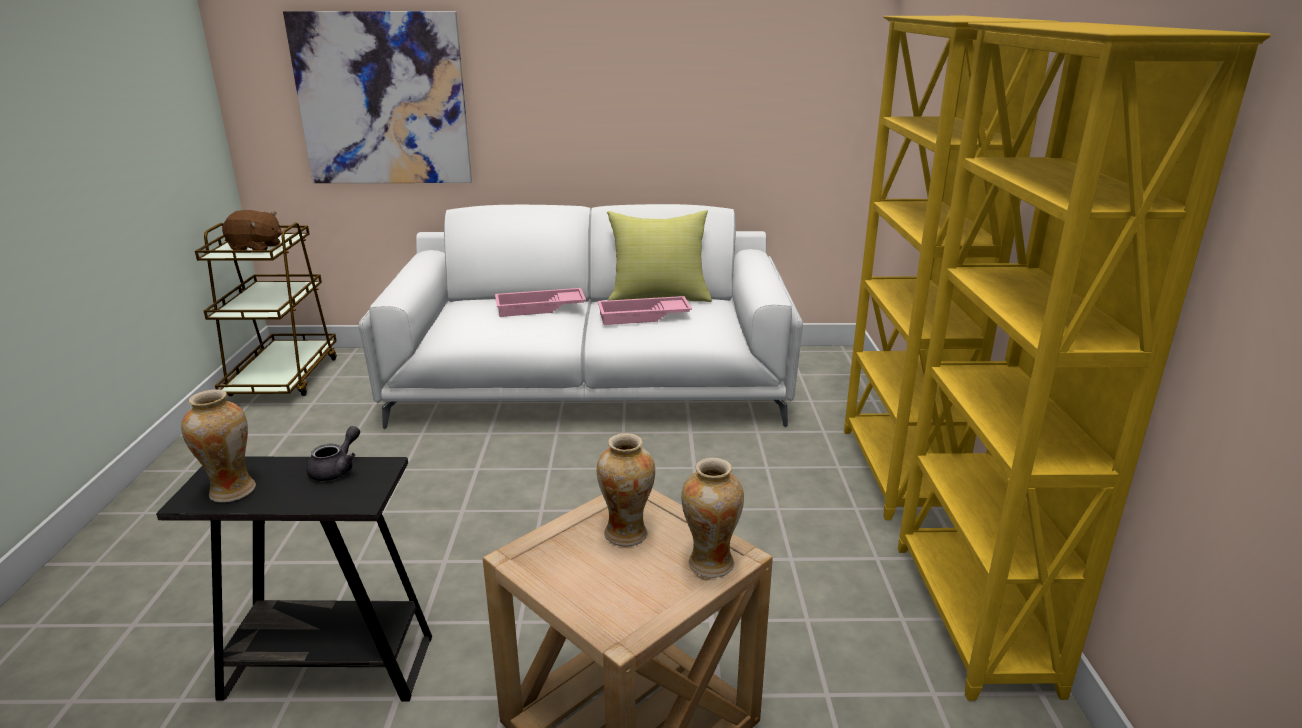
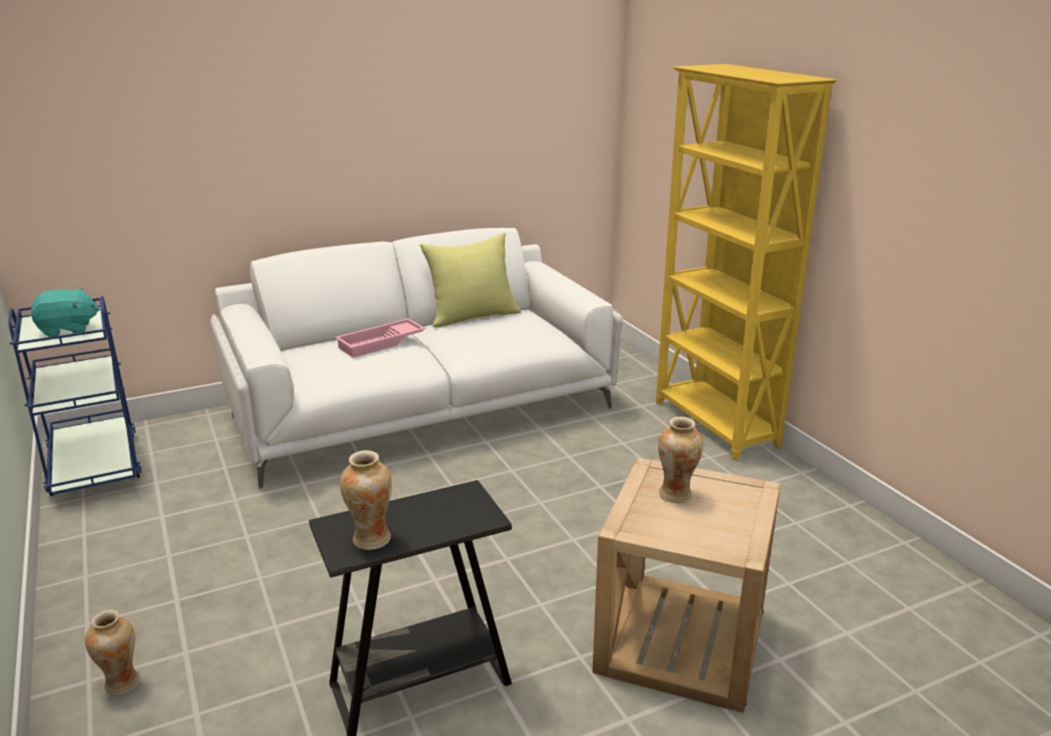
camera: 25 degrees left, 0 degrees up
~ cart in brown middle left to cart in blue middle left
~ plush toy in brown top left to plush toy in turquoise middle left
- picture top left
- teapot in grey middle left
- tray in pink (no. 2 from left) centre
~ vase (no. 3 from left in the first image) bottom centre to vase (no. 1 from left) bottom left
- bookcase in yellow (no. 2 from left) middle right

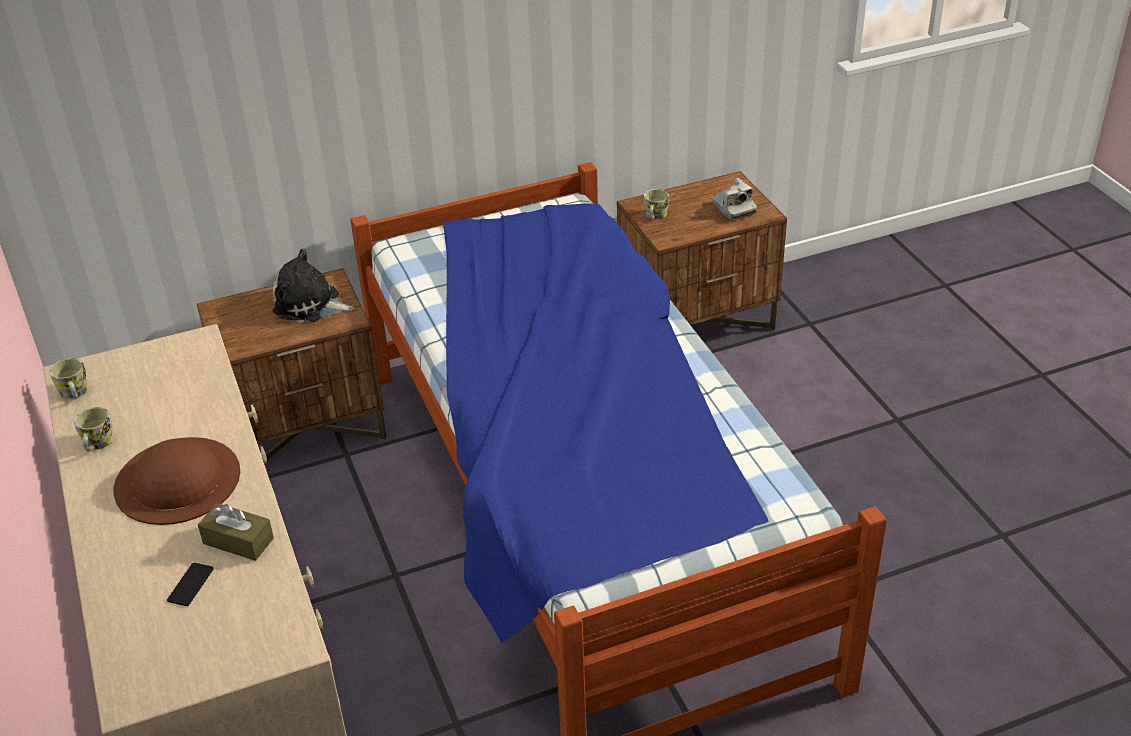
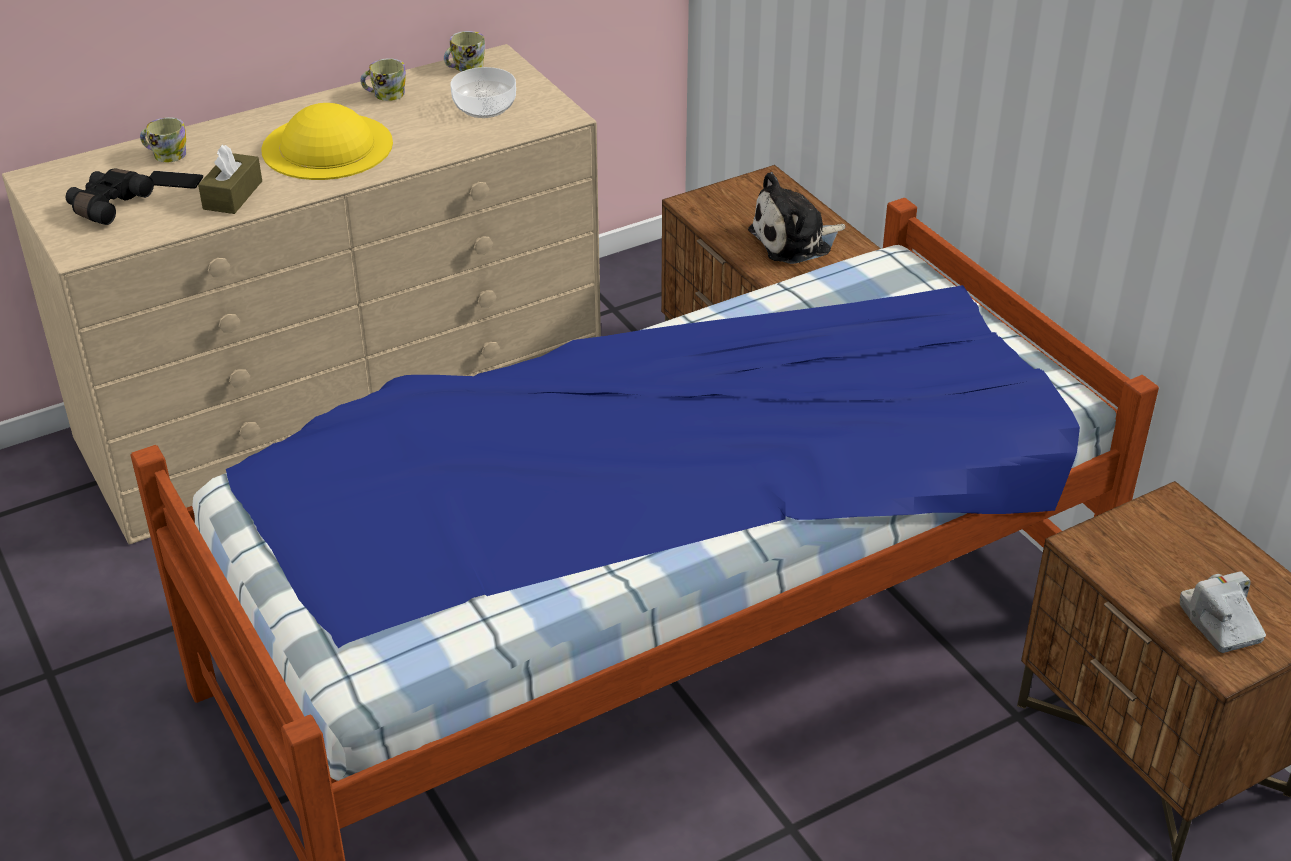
camera: 80 degrees right, 0 degrees up
~ hat in brown middle left to hat in yellow top left
~ plush toy middle left = top centre 120 degrees counterclockwise
~ mug (no. 3 from left in the first image) top centre to mug (no. 1 from left) top left
~ photo camera top centre = bottom right 105 degrees clockwise
+ binoculars in black top left
+ bowl top centre

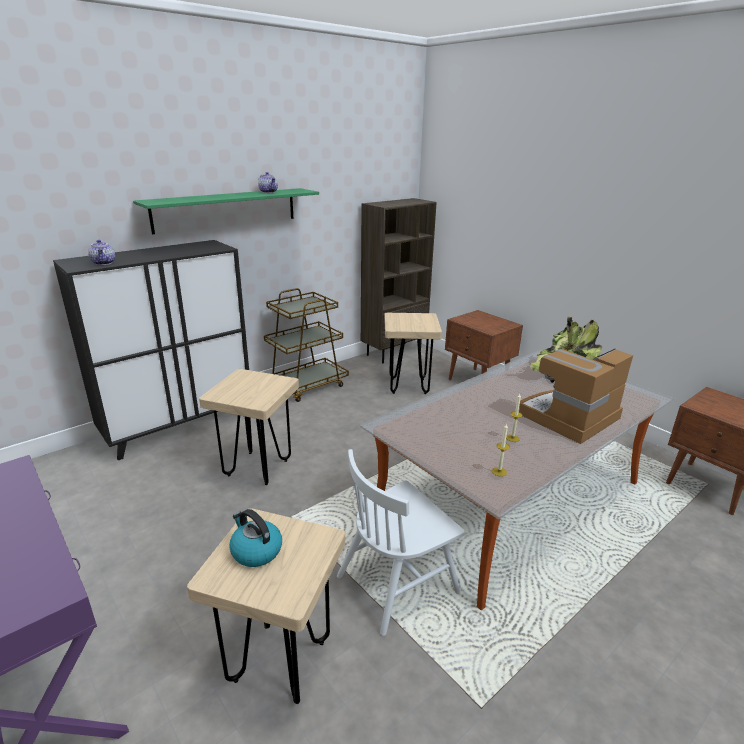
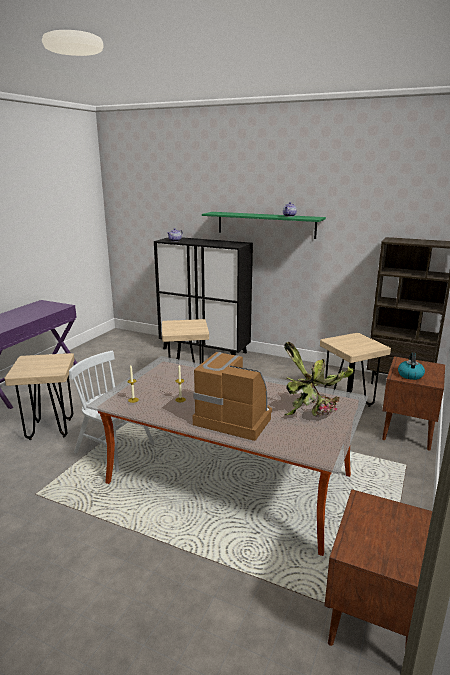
camera: 65 degrees right, 5 degrees down
~ kettle bottom centre to middle right
- cart in brown centre

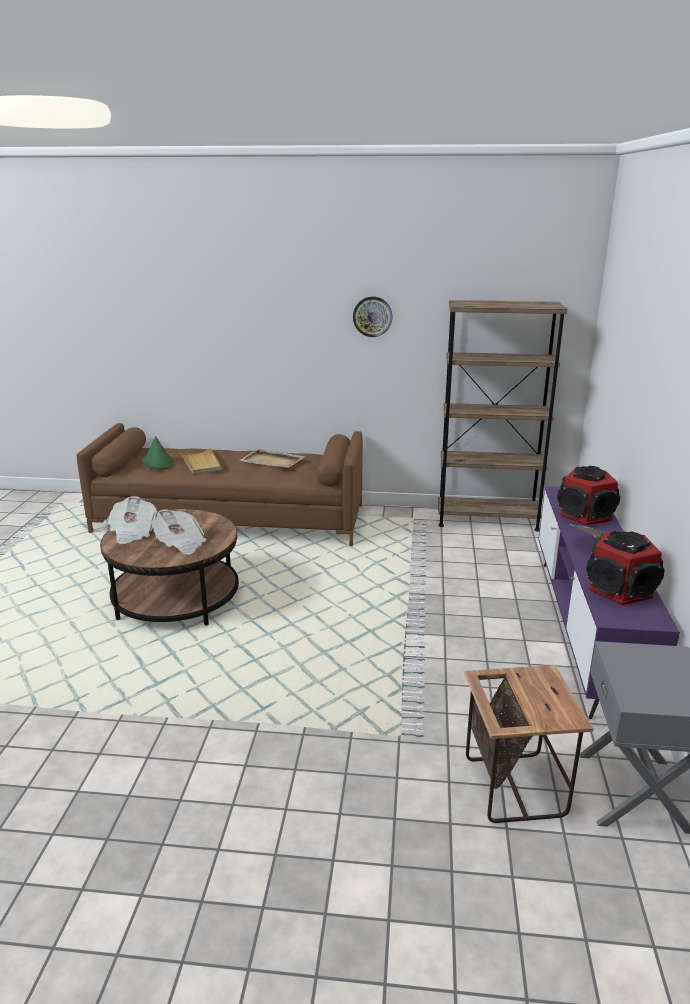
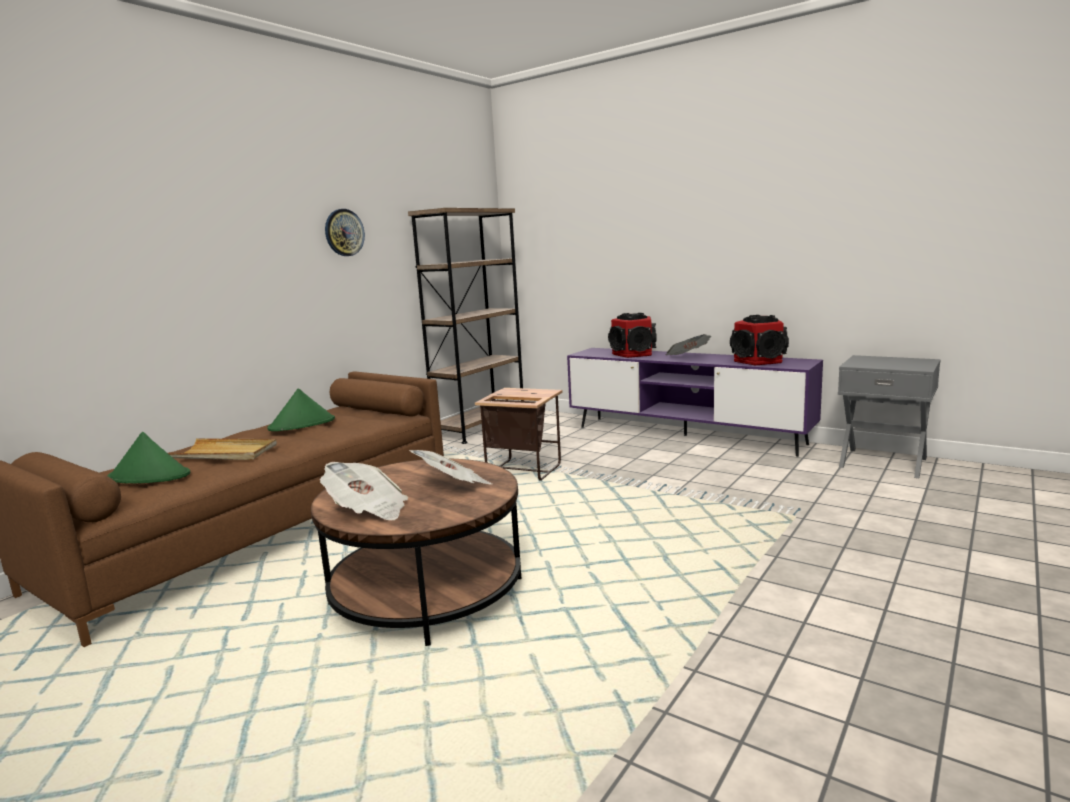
camera: 60 degrees left, 10 degrees down
~ tray in beige (no. 2 from left) centre to hat in green (no. 2 from left) middle left
~ side table bottom right to centre

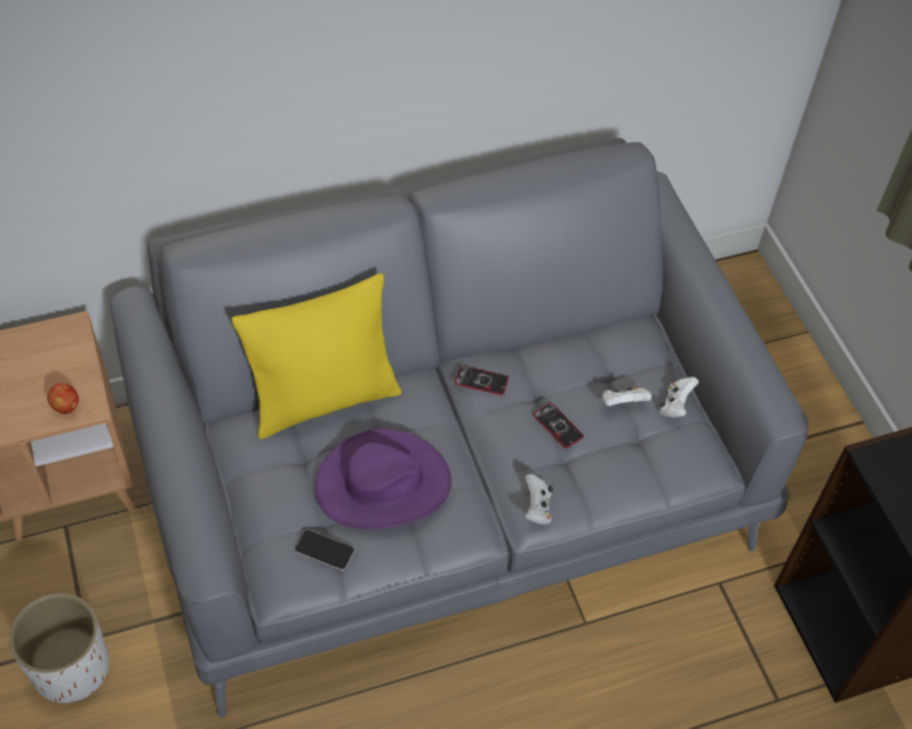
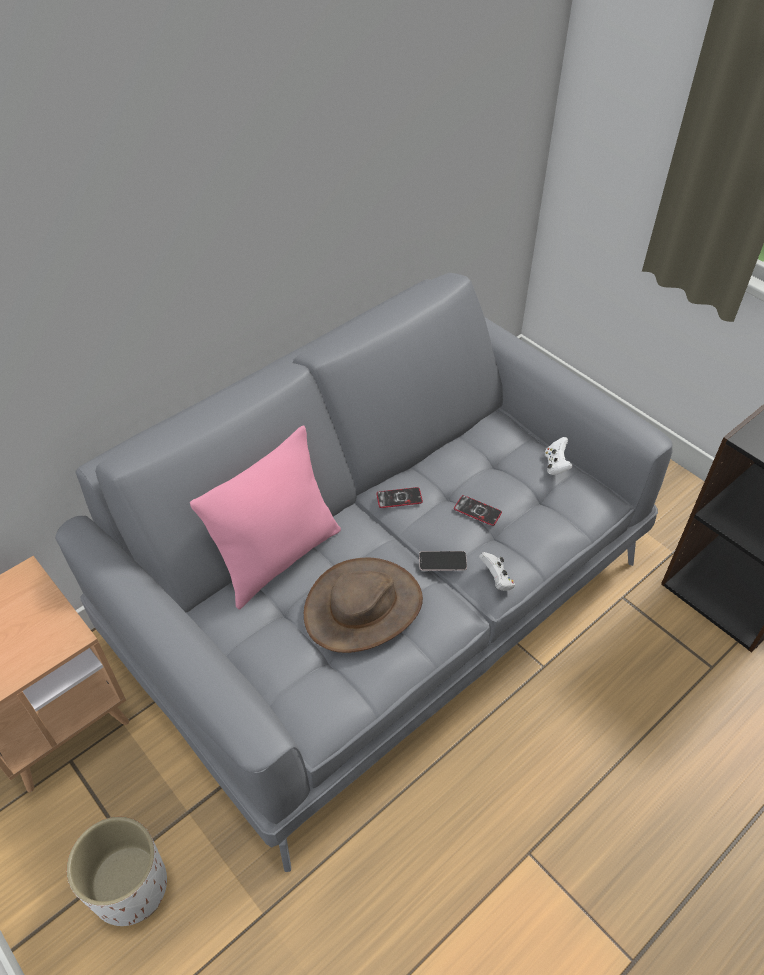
camera: 20 degrees left, 5 degrees down
- apple middle left
~ pillow in yellow centre to pillow in pink centre
~ phone (no. 1 from left in the first image) bottom centre to phone (no. 2 from left) centre
~ hat in purple centre to hat in brown centre
- game controller in white (no. 2 from left) middle right

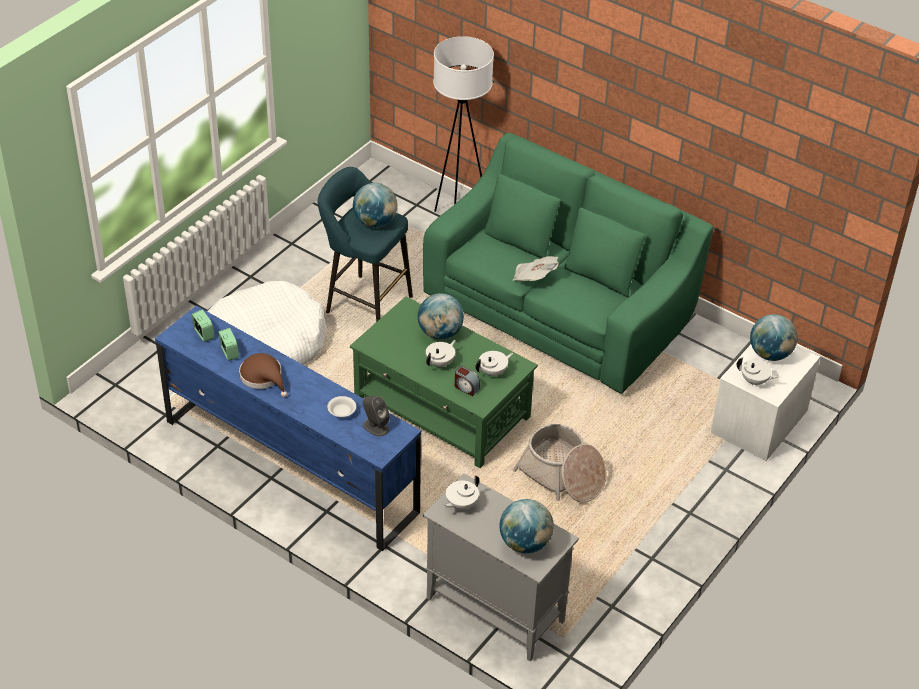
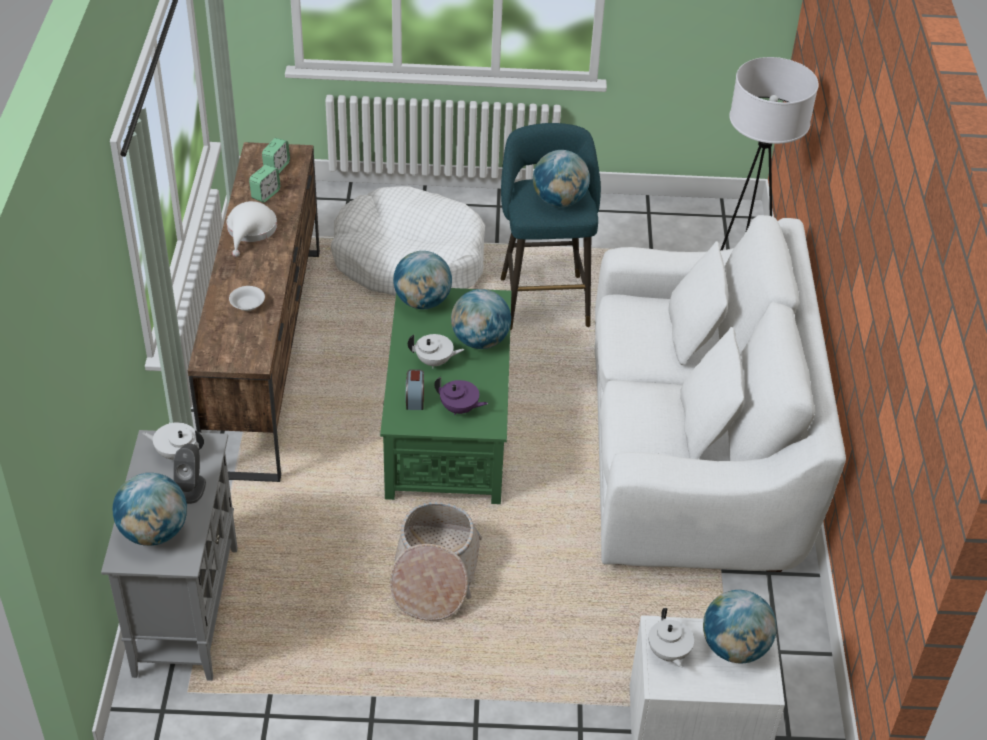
camera: 55 degrees right, 0 degrees up
~ tv stand in blue middle left to tv stand in brown middle left
~ hat in brown middle left to hat in white top left
~ speaker in grey centre to middle left
~ sofa in green centre to sofa in white middle right
~ teapot in white (no. 3 from left) centre to teapot in purple centre
- newspaper centre
+ globe (no. 2 from left) centre

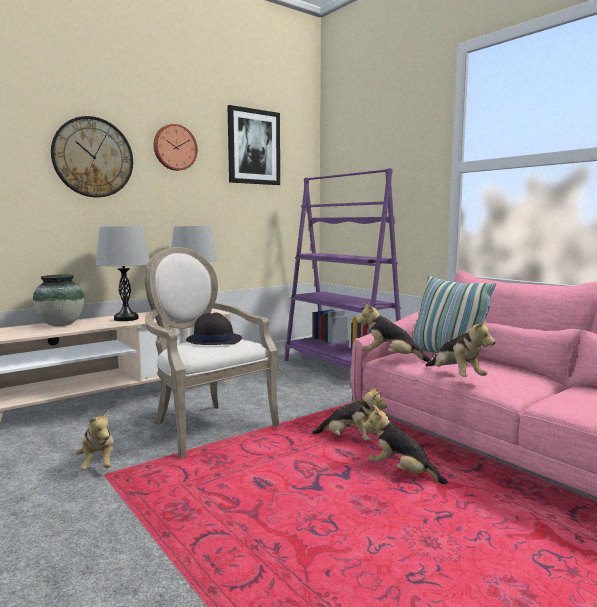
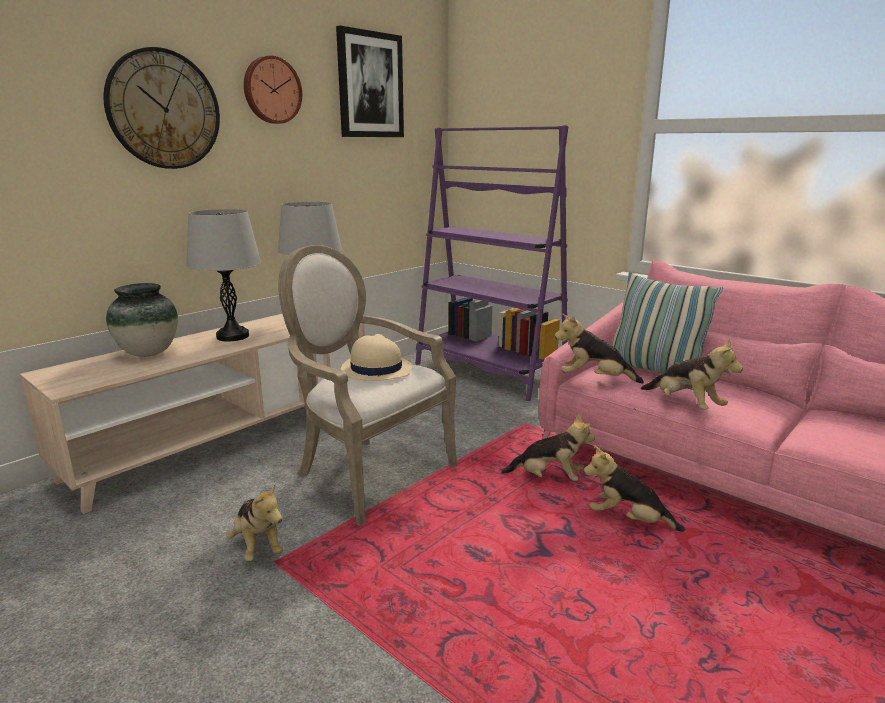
camera: 10 degrees left, 10 degrees up
~ hat in black centre to hat in beige centre

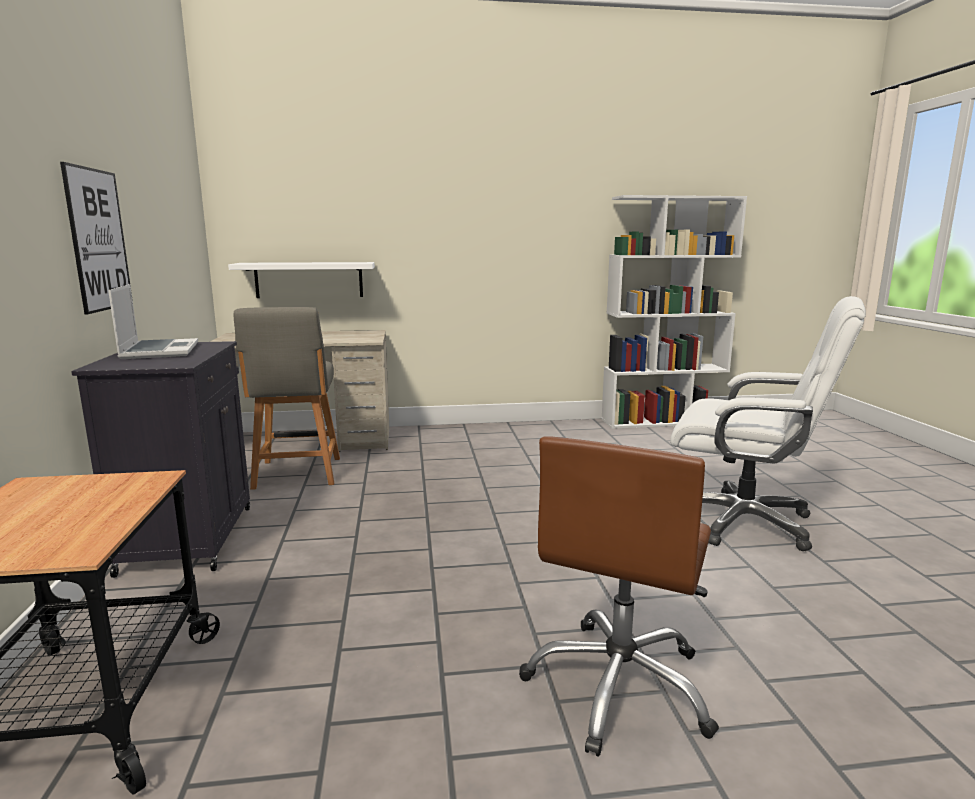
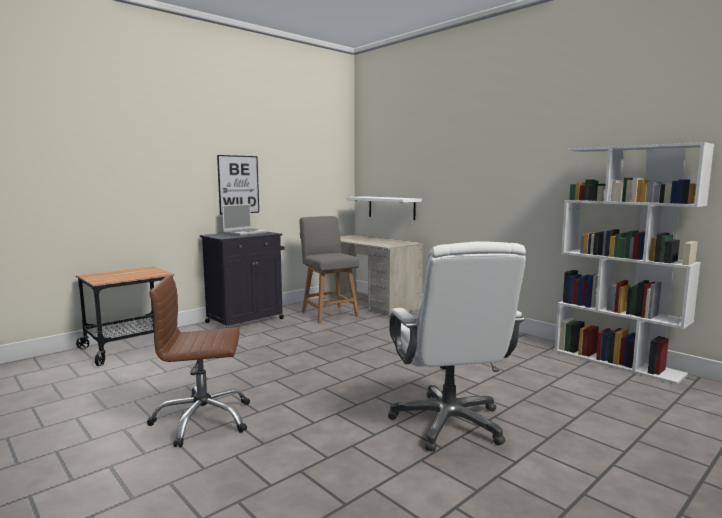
camera: 55 degrees right, 5 degrees down
~ chair in grey middle left = centre 105 degrees clockwise

